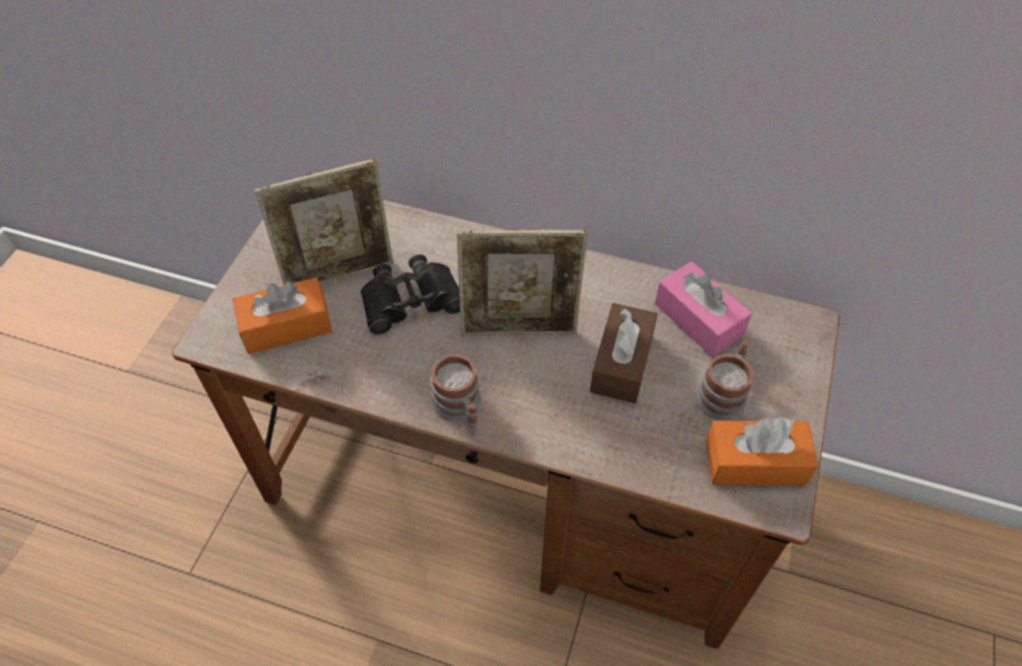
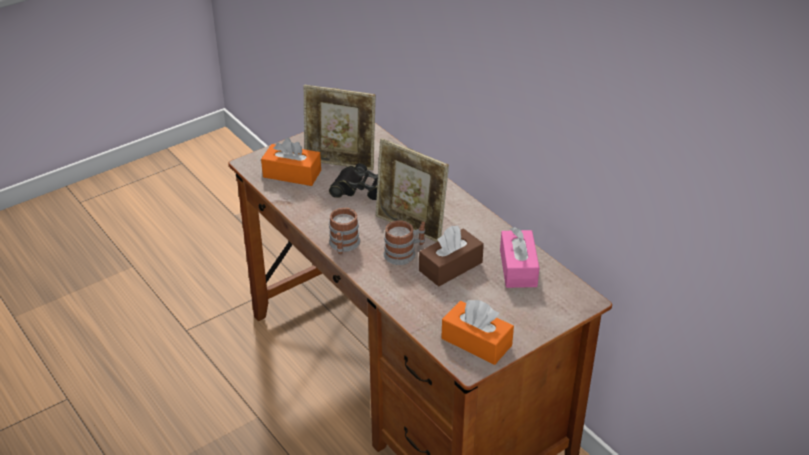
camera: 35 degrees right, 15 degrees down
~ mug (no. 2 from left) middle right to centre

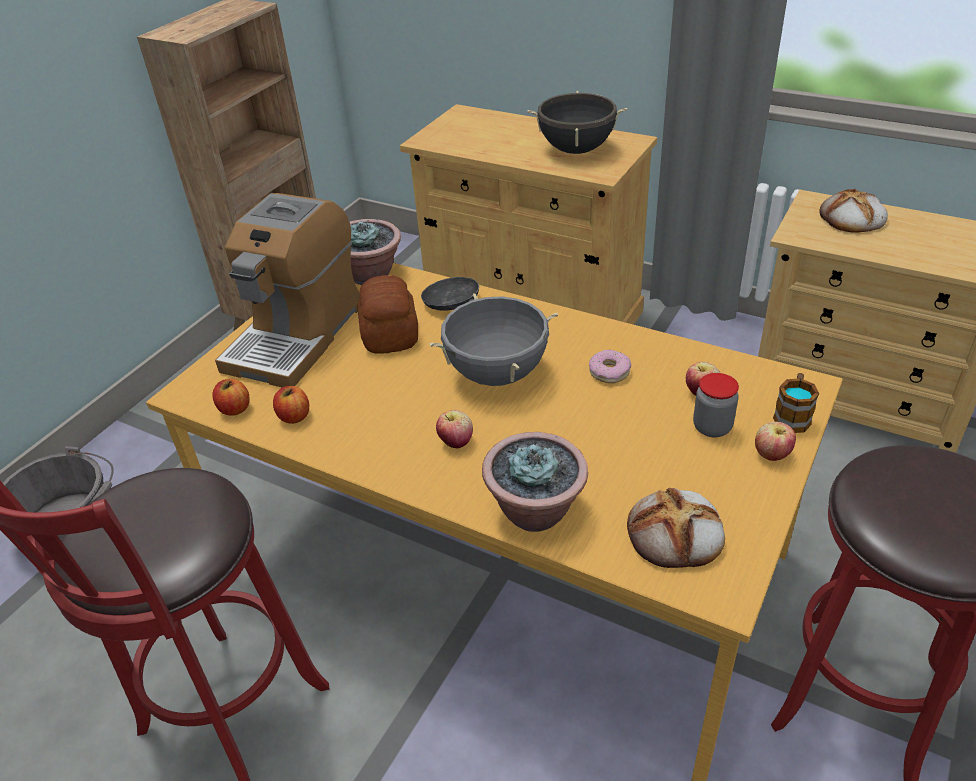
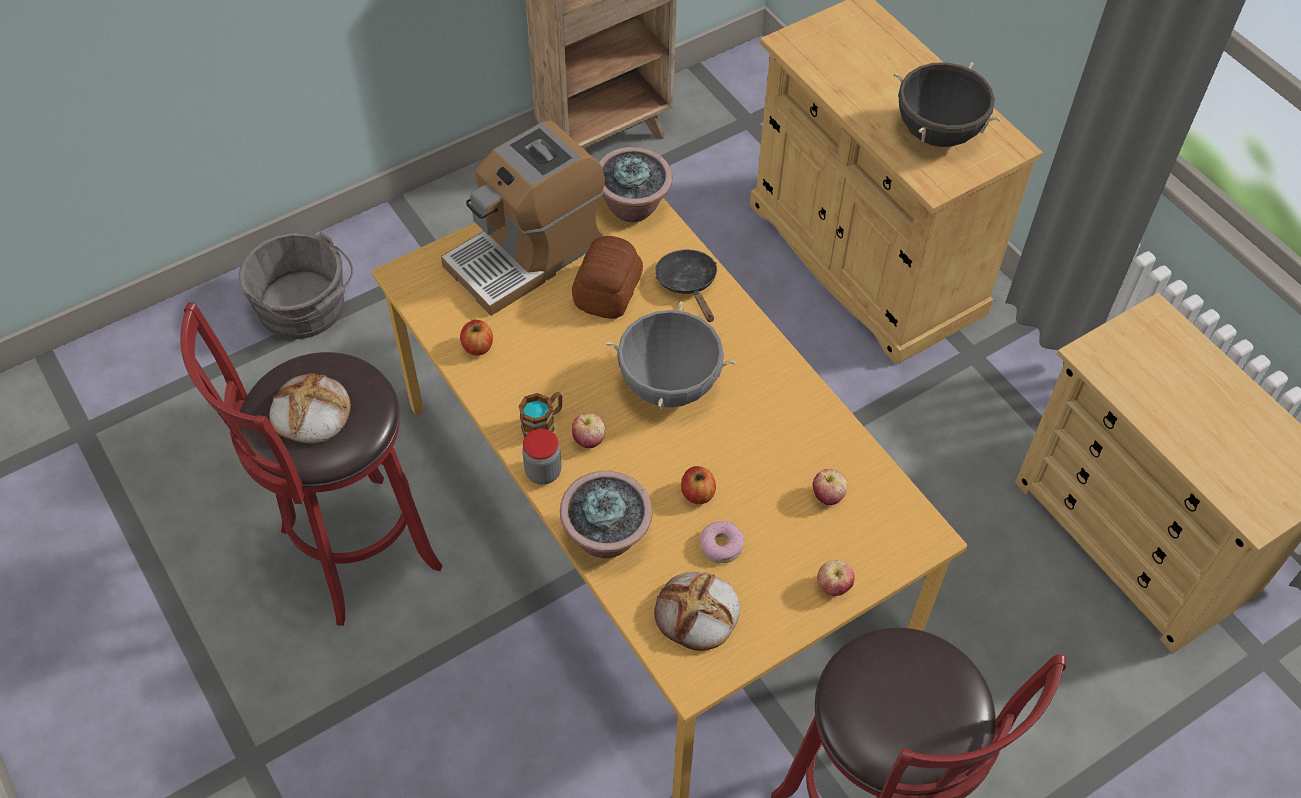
camera: 25 degrees right, 15 degrees up
~ apple (no. 1 from left in the first image) middle left to apple (no. 3 from left) centre
~ donut centre to bottom centre
~ jar middle right to centre
~ mug middle right to centre
~ bread (no. 3 from left in the first image) top right to bread (no. 1 from left) middle left

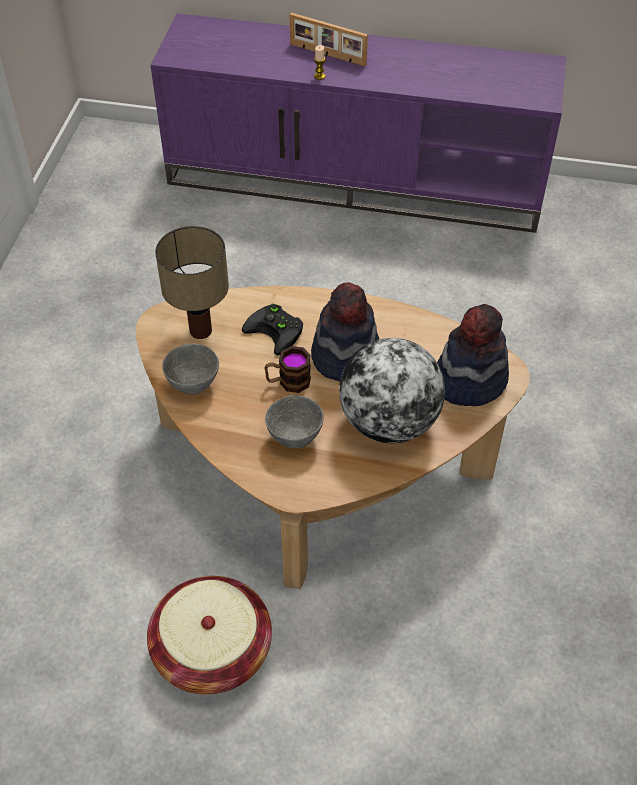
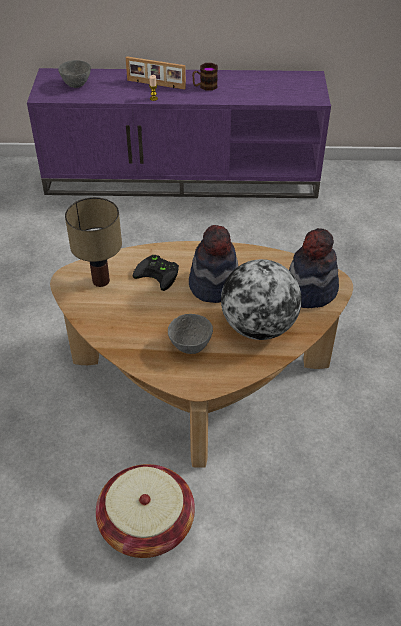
camera: 10 degrees left, 5 degrees down
~ bowl in grey (no. 1 from left) middle left to top left
~ mug centre to top centre

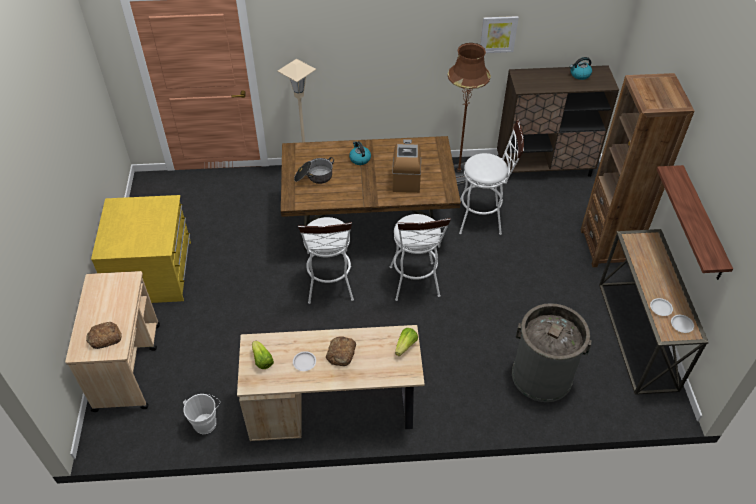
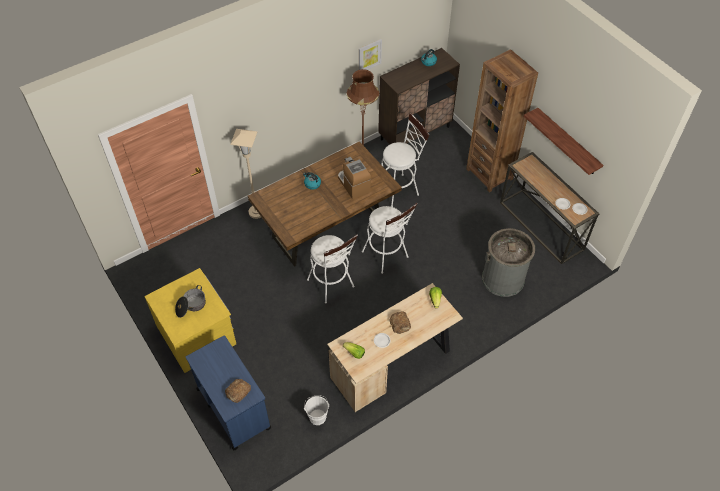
camera: 30 degrees left, 5 degrees up
~ cart in beige bottom left to cart in blue bottom left
~ cooking pot centre to middle left

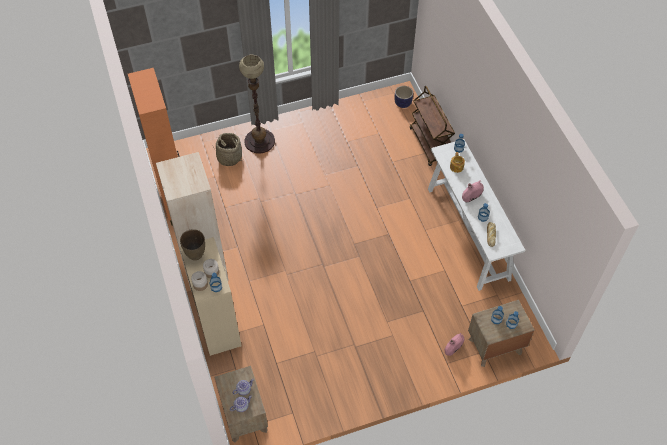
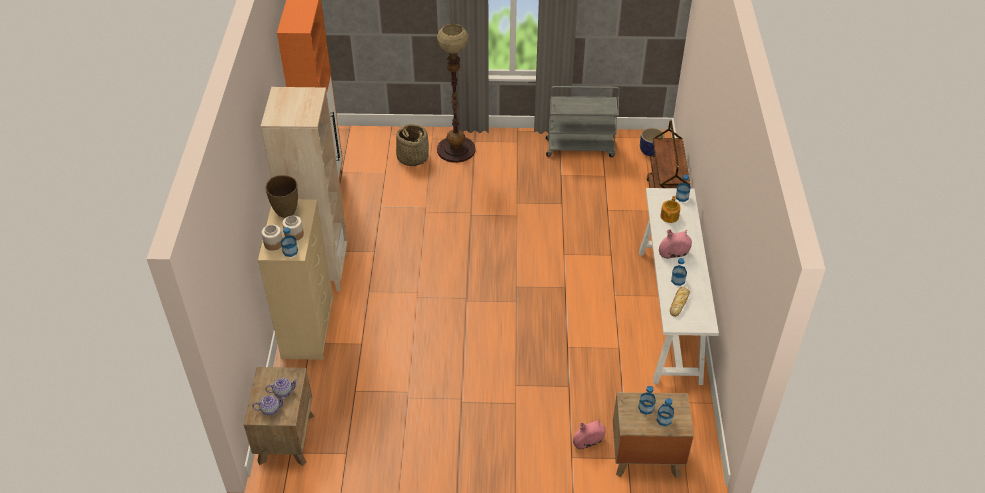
camera: 20 degrees right, 10 degrees down
+ cart in grey top centre

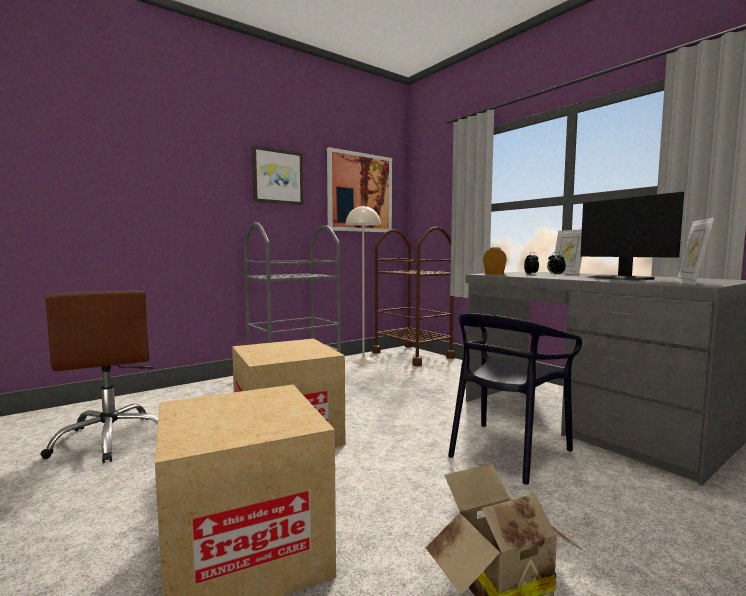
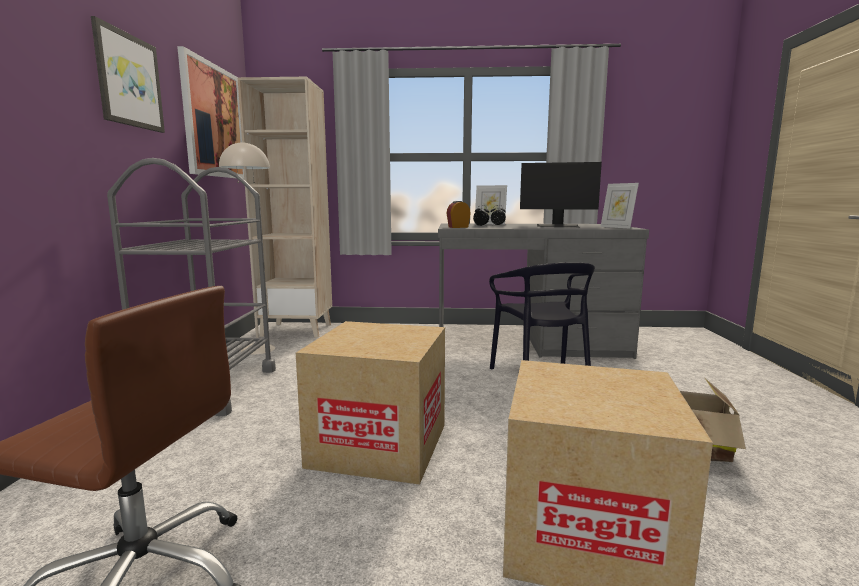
camera: 50 degrees left, 5 degrees up
~ cart in brown centre to bookcase in beige middle left

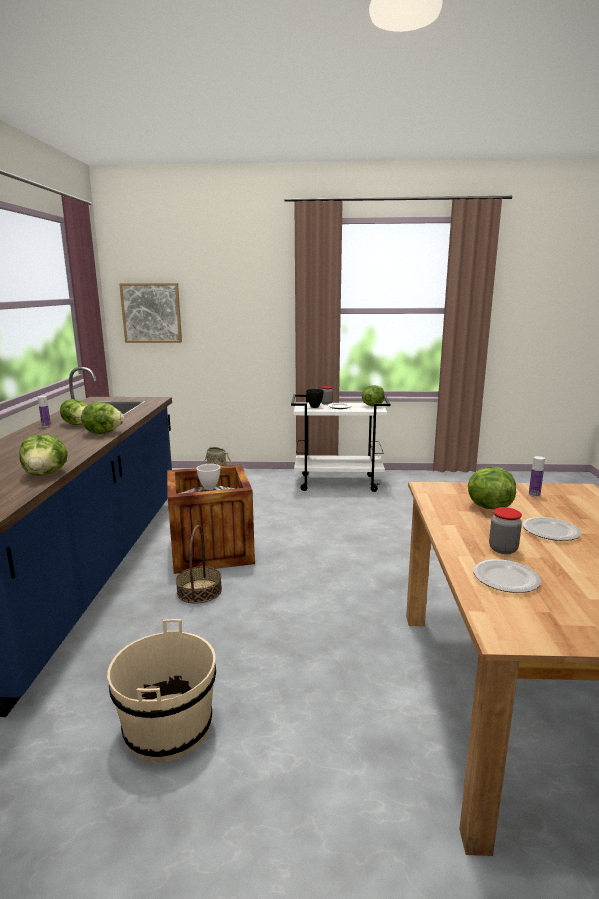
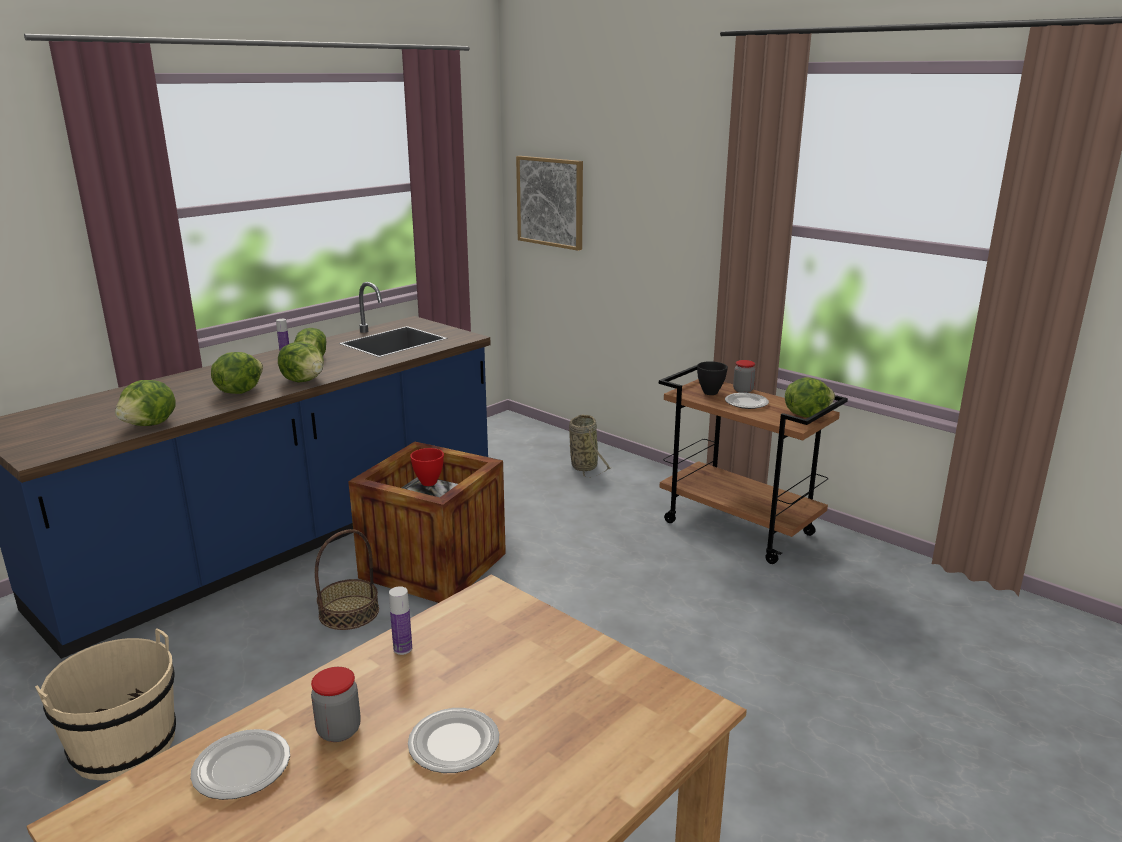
camera: 40 degrees right, 5 degrees up
~ bowl in white centre to bowl in red centre
~ cart in white centre to cart in brown middle right
~ lettuce (no. 5 from left in the first image) middle right to lettuce (no. 2 from left) middle left
~ bottle (no. 2 from left) middle right to bottom centre

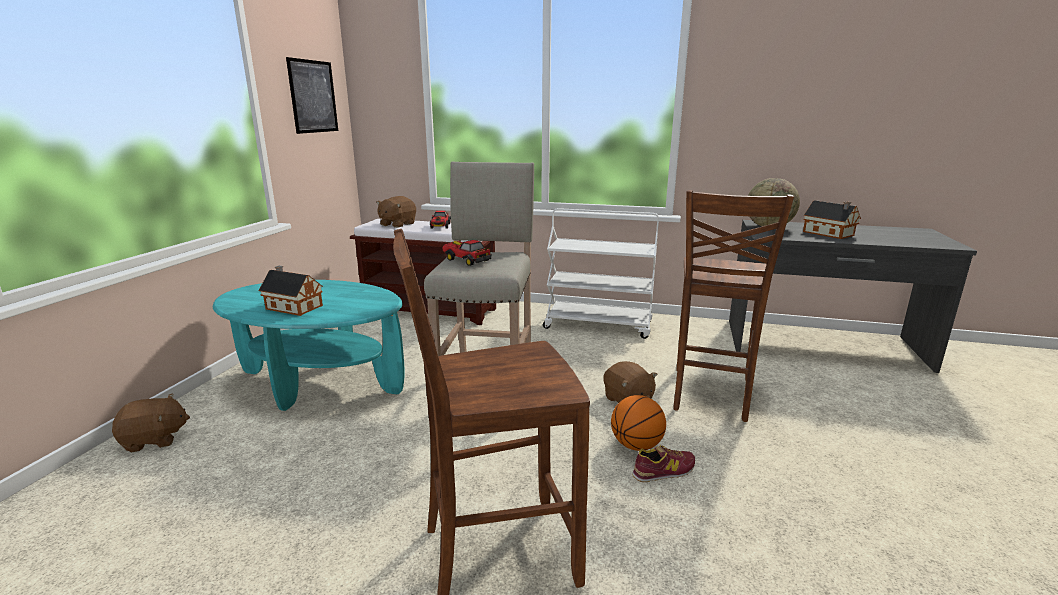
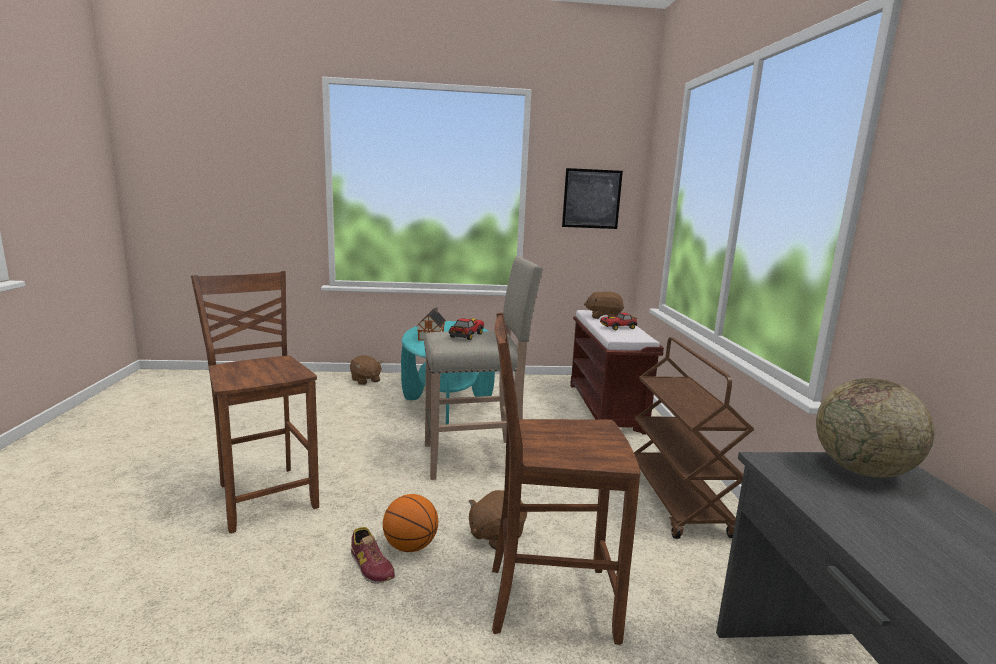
camera: 70 degrees right, 5 degrees down
~ cart in white centre to cart in brown middle right
- toy house (no. 2 from left) middle right

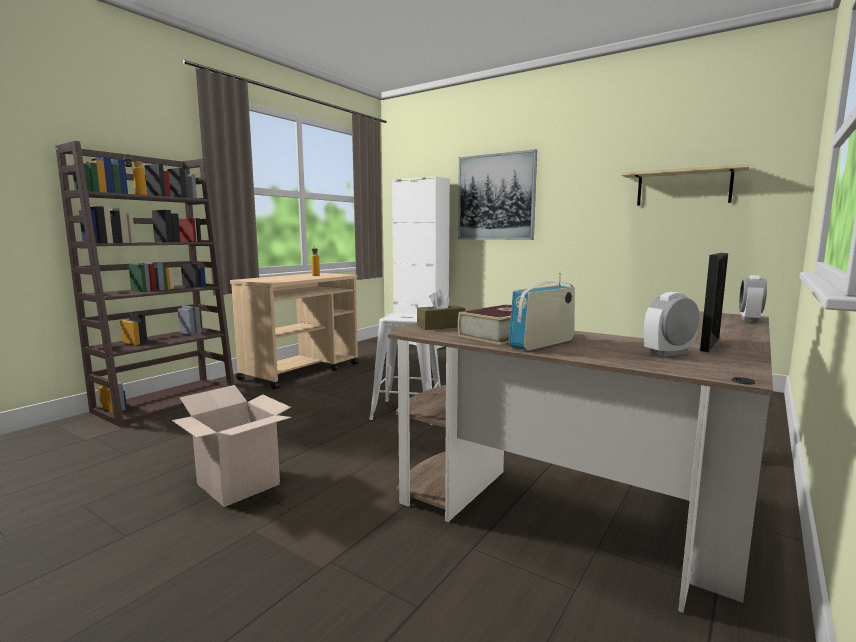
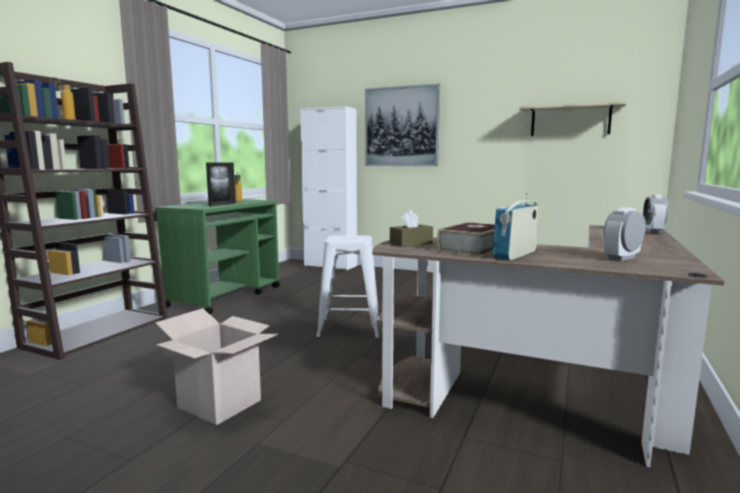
camera: 10 degrees left, 0 degrees up
~ cart in beige centre to cart in green middle left
~ picture frame middle right to middle left

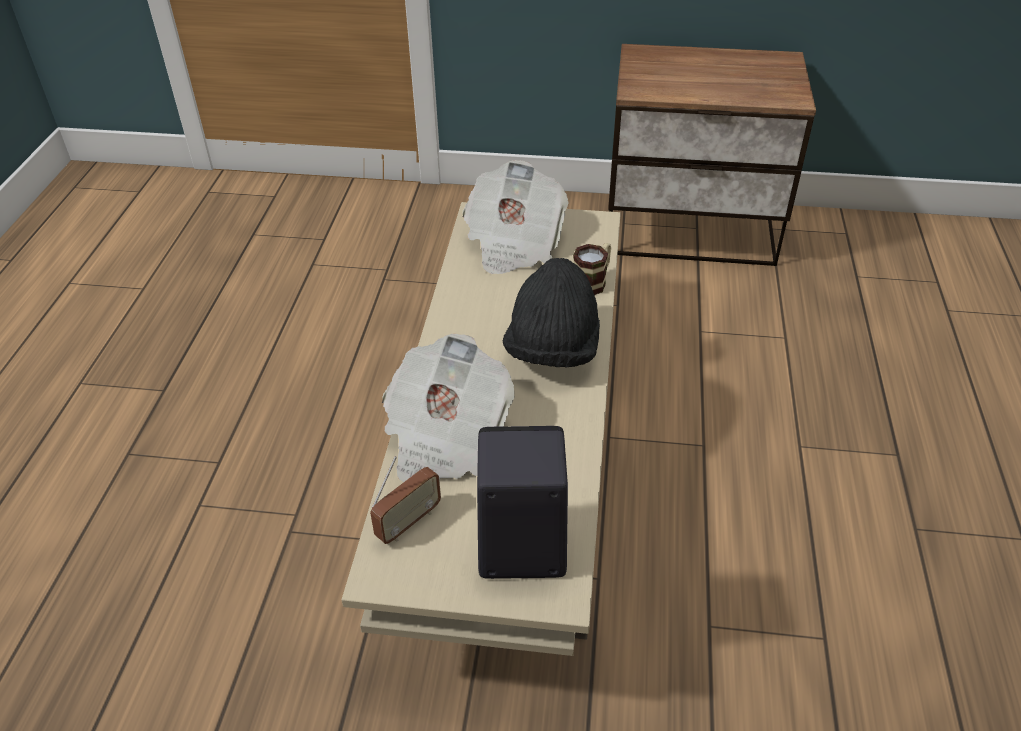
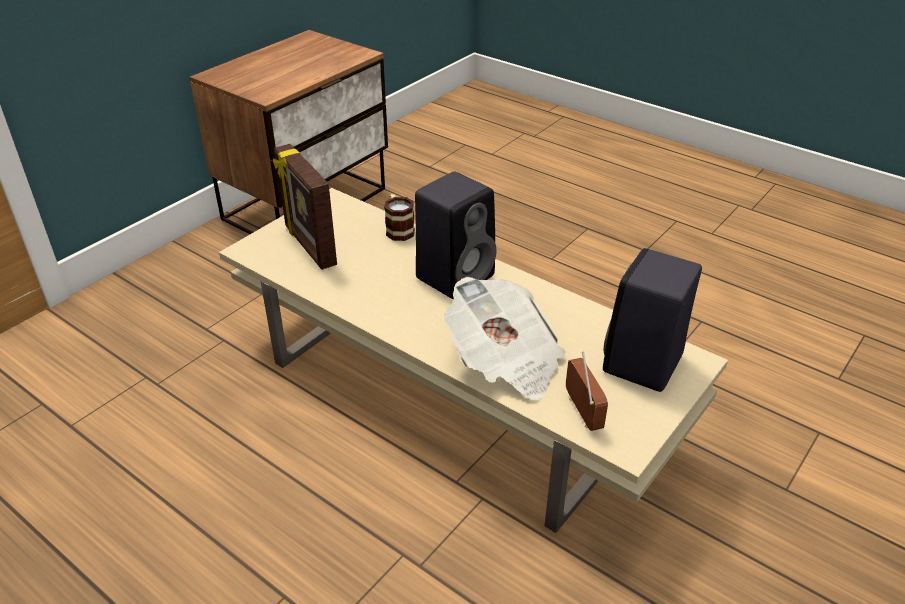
camera: 60 degrees left, 5 degrees down
~ newspaper (no. 2 from left) top centre to picture frame centre
~ hat in black centre to speaker in black (no. 1 from left) centre

